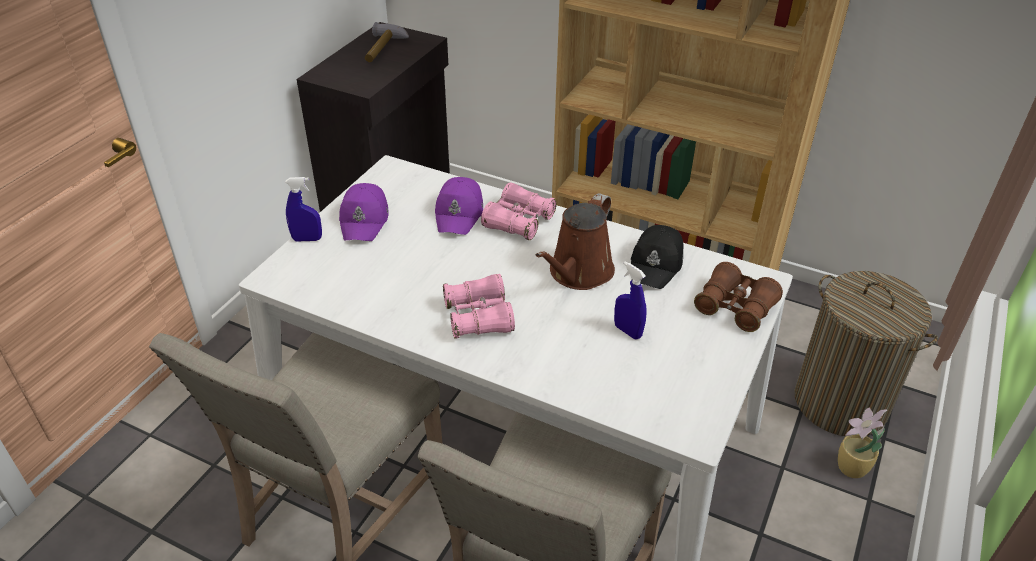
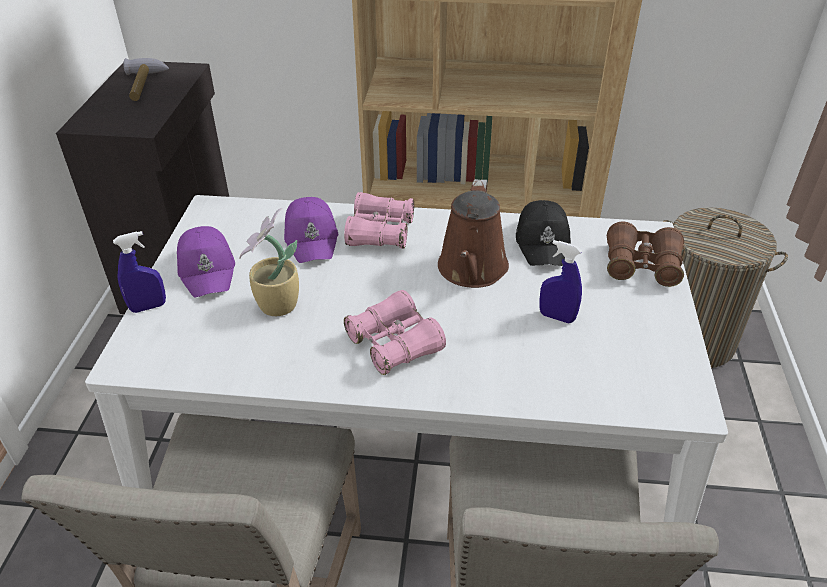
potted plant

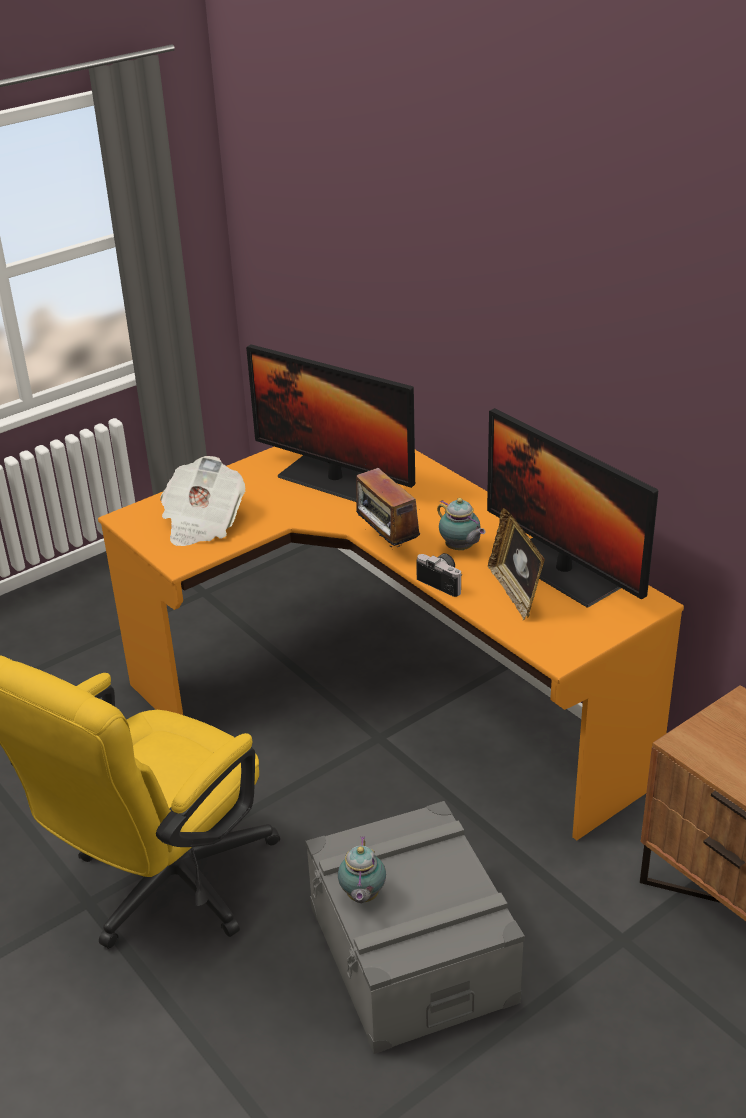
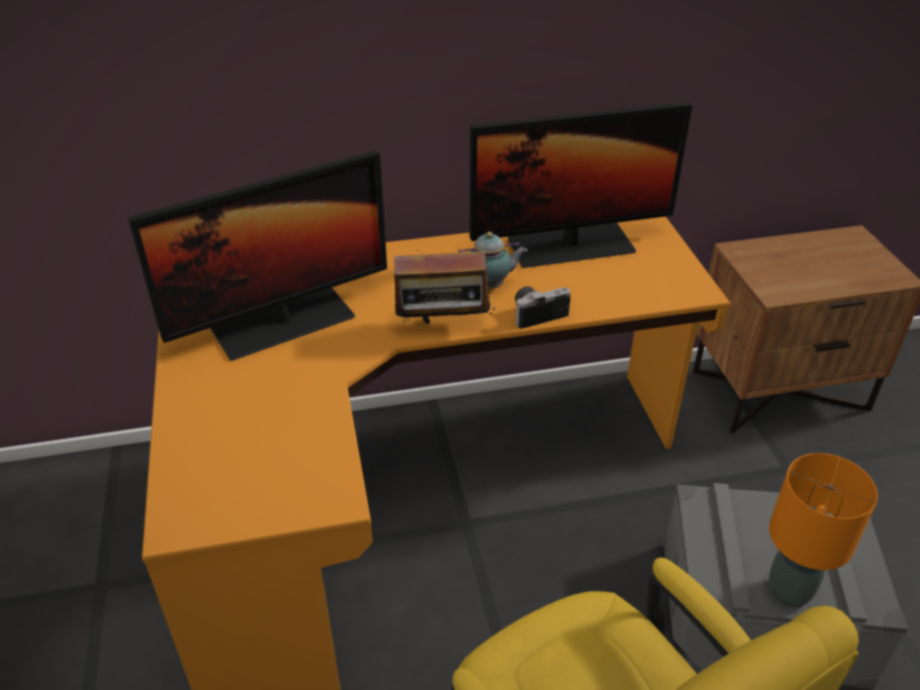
newspaper; orange table lamp; picture frame

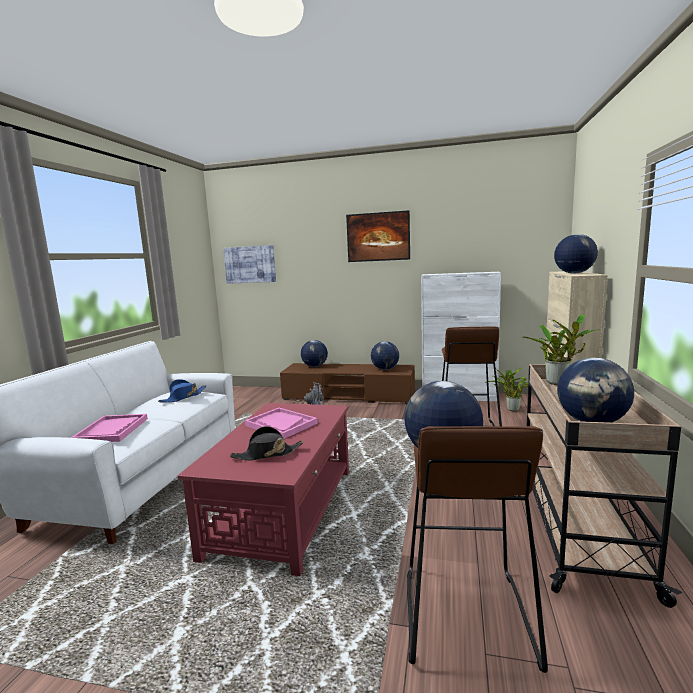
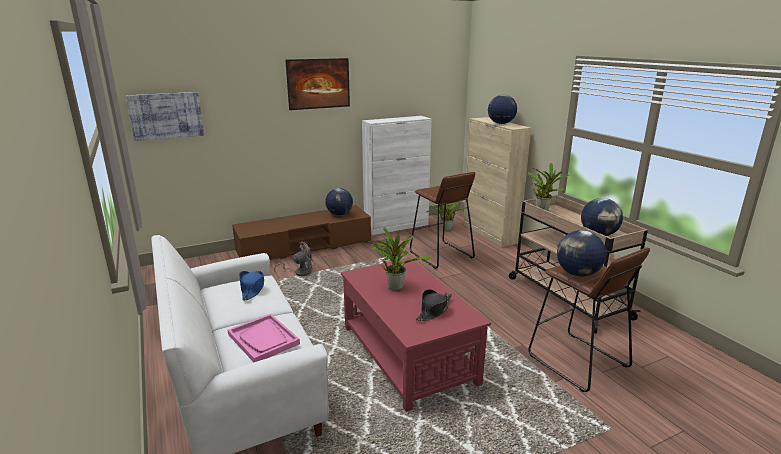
potted plant (no. 1 from left); globe (no. 1 from left in the first image)

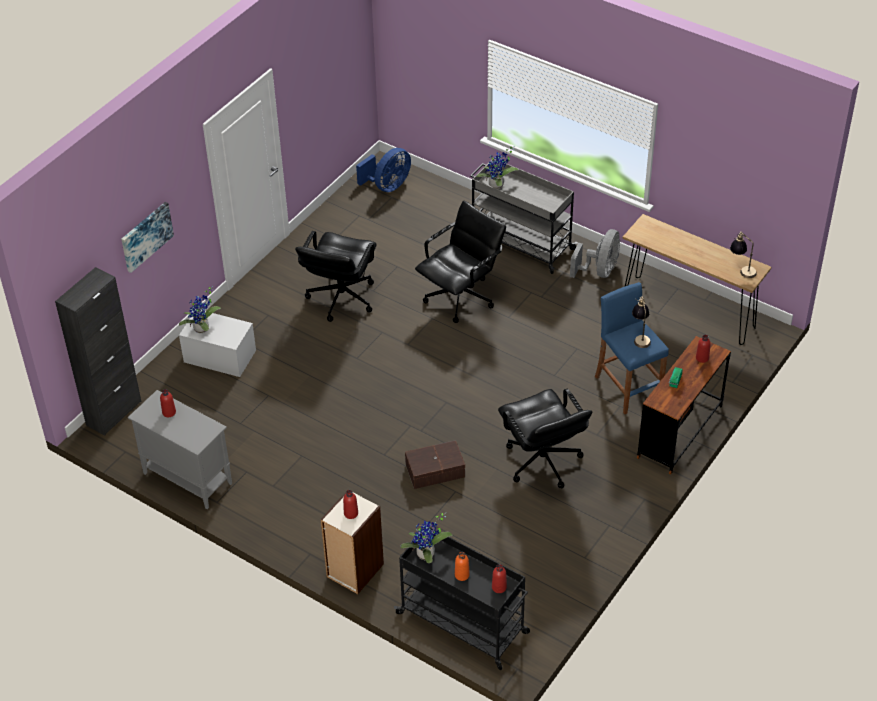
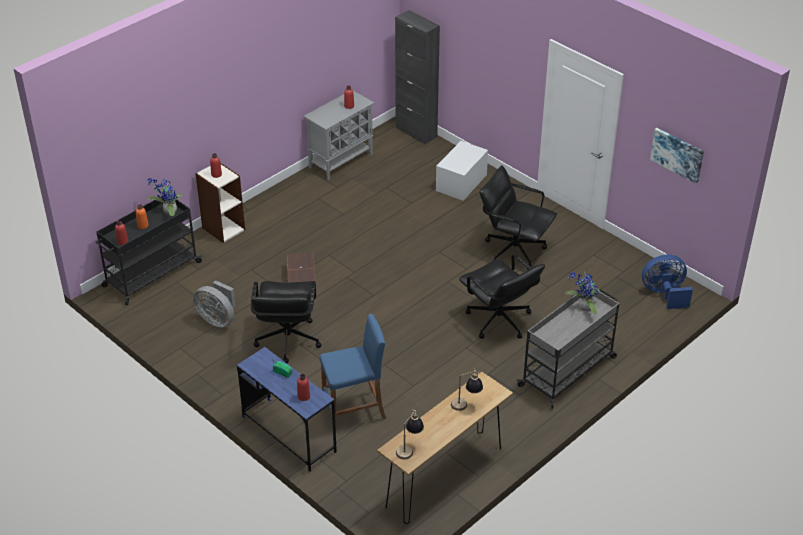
picture; potted plant (no. 1 from left in the first image); blue fan; black office chair (no. 1 from left); grey fan; table lamp (no. 2 from left); blue desk

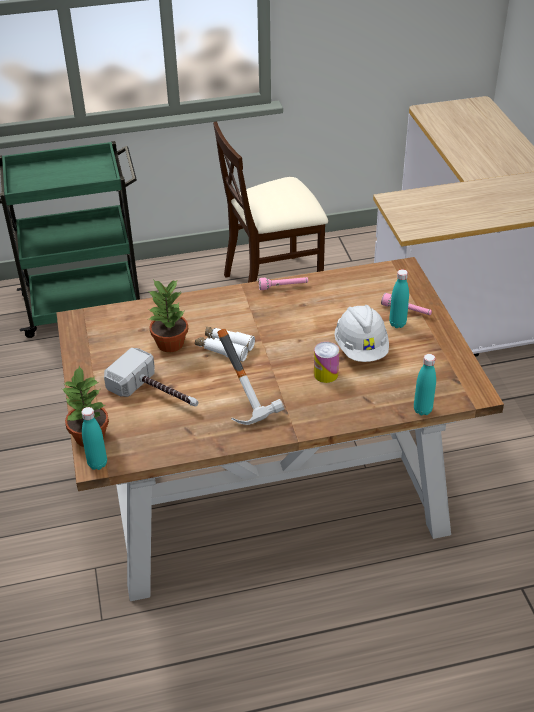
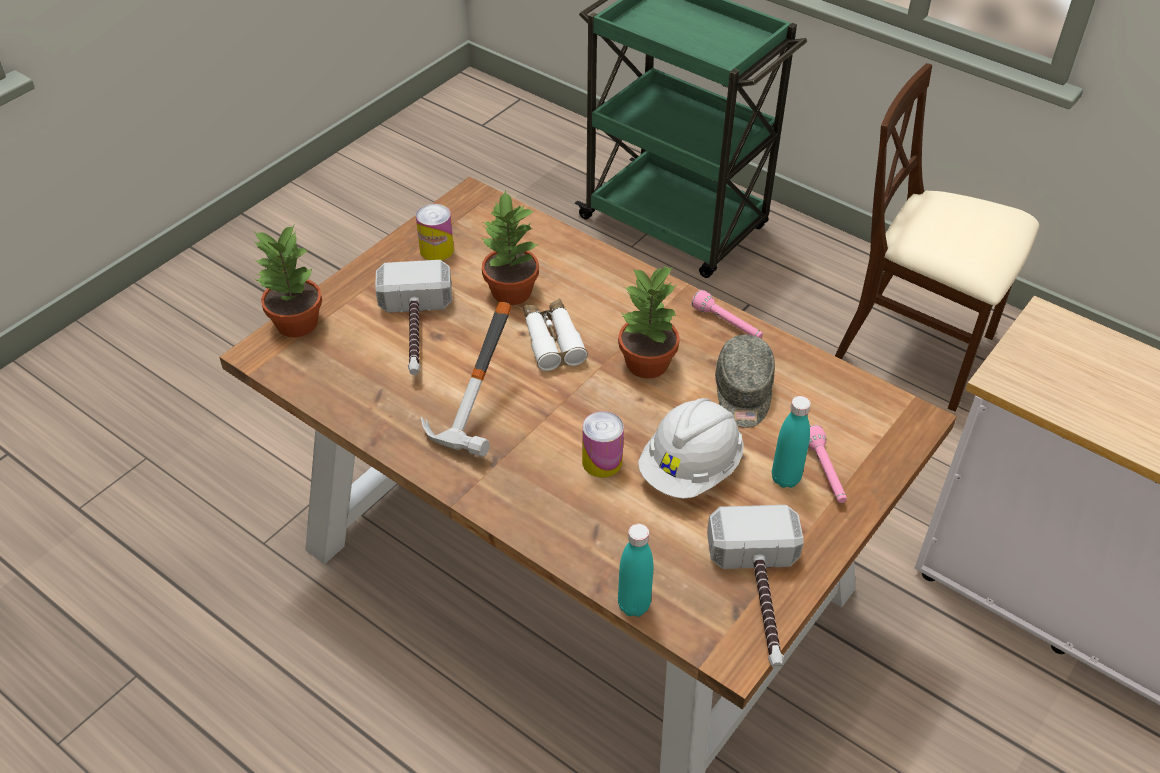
turquoise bottle (no. 1 from left in the first image); can (no. 1 from left); potted plant (no. 3 from left); hammer (no. 3 from left); grey cap

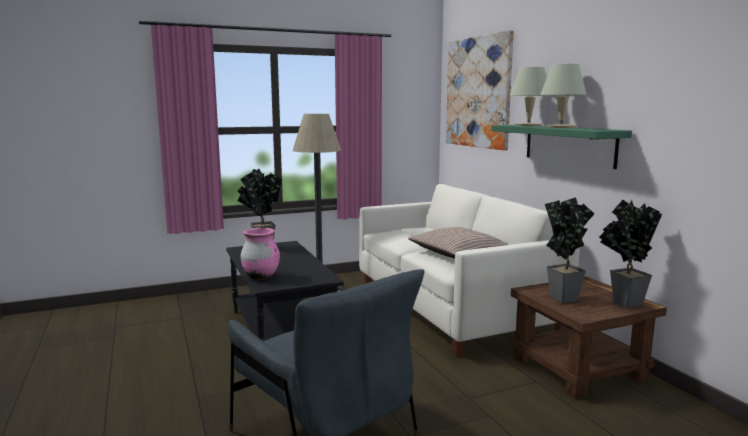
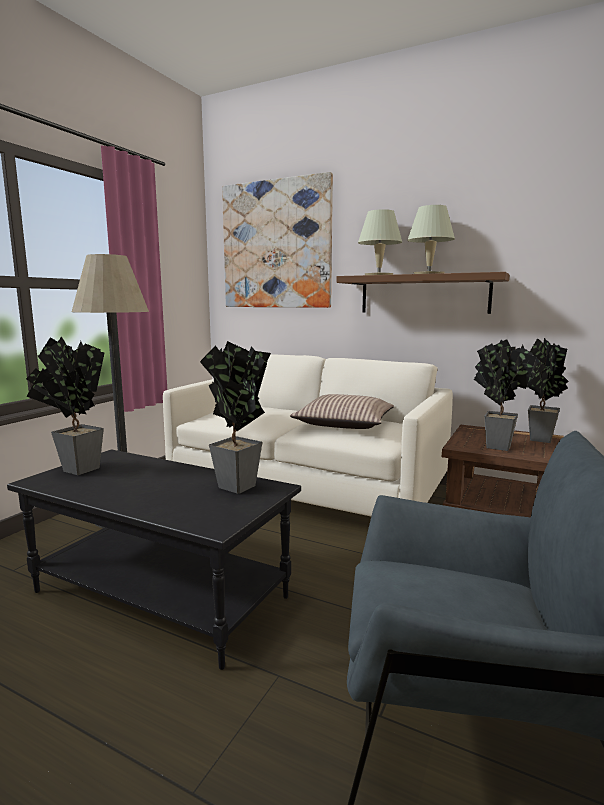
pink vase; brown shelf; potted plant (no. 2 from left)

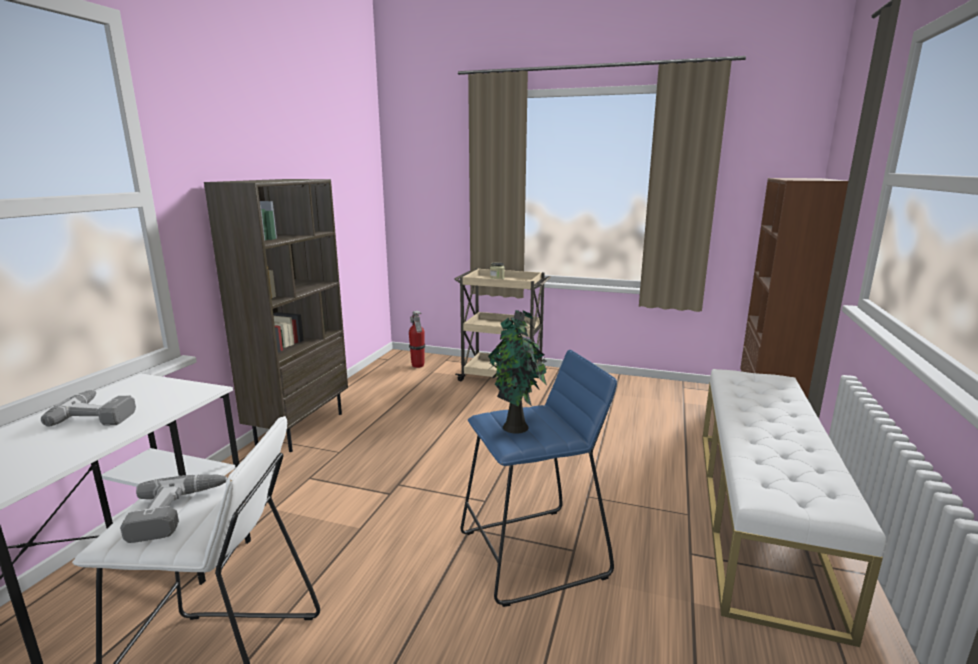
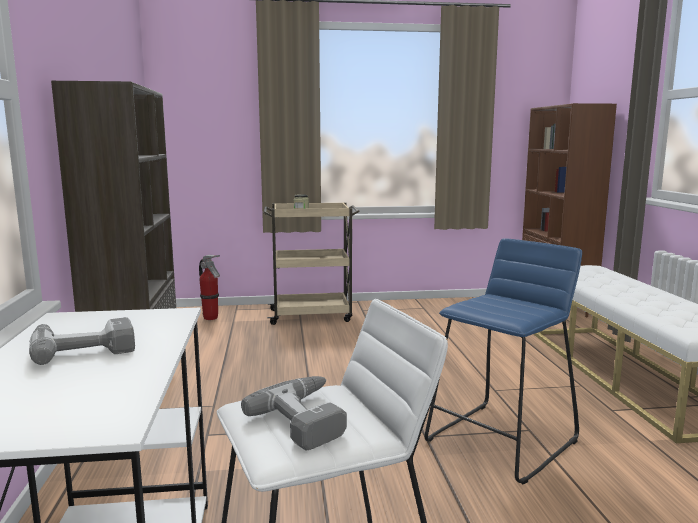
potted plant

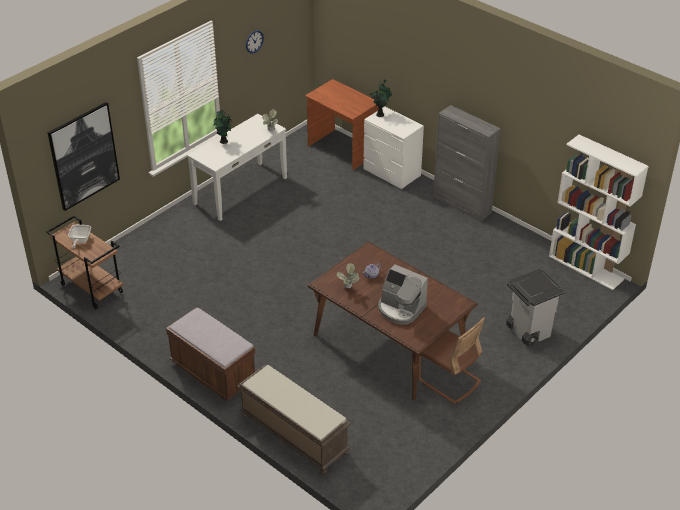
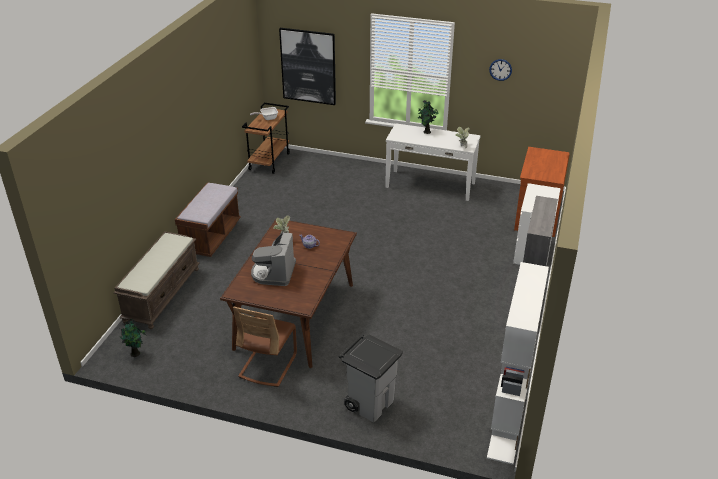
potted plant (no. 1 from left)

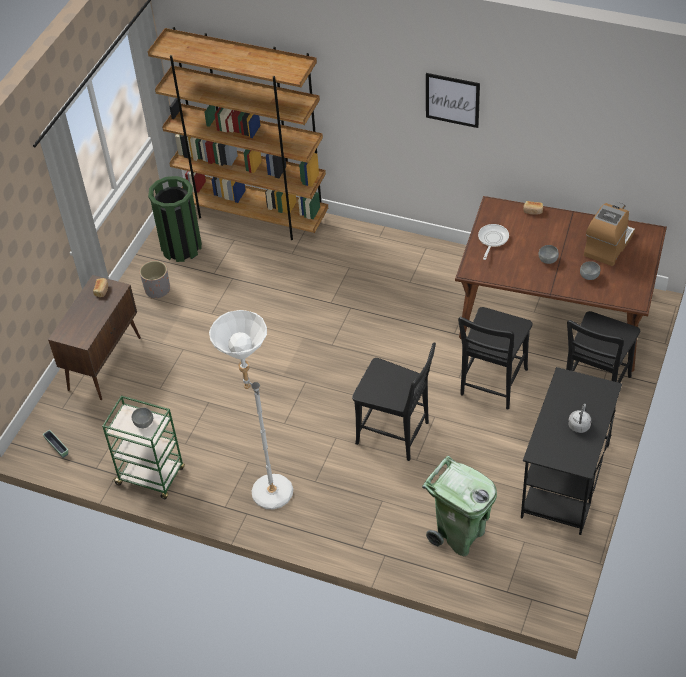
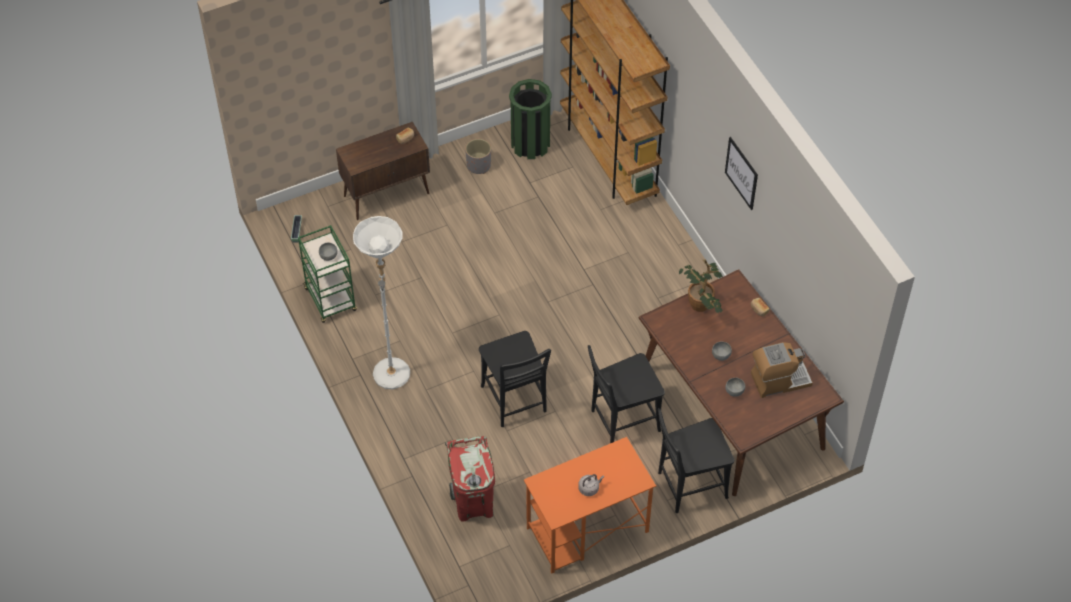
red trash can; potted plant; orange desk

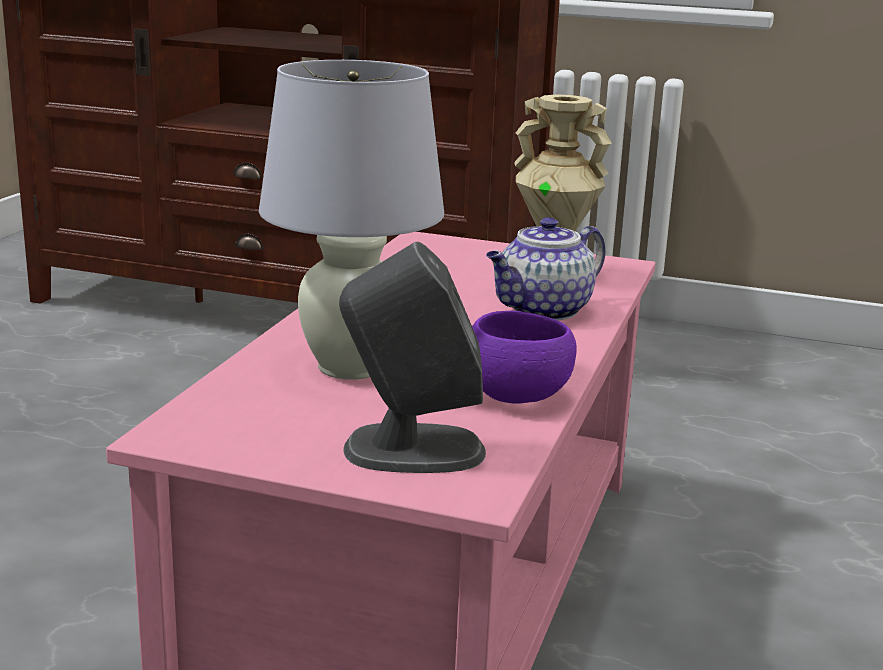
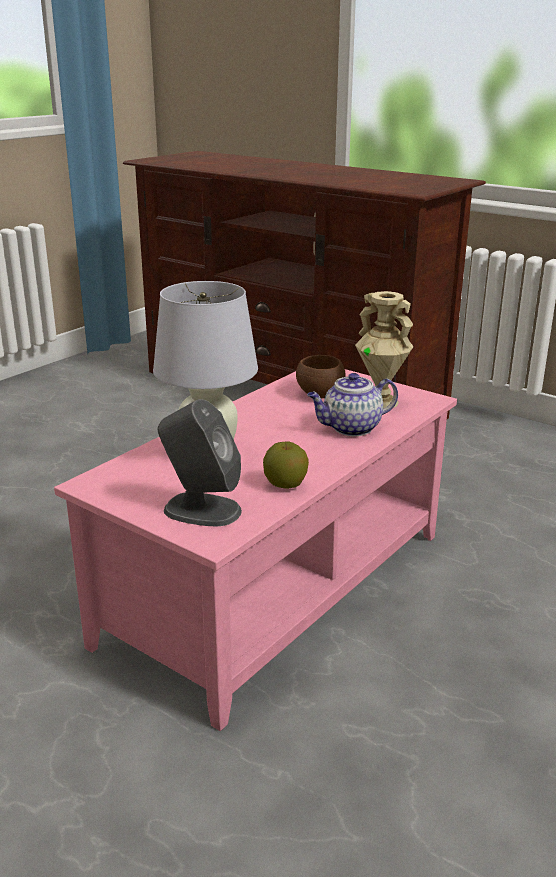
apple; brown bowl

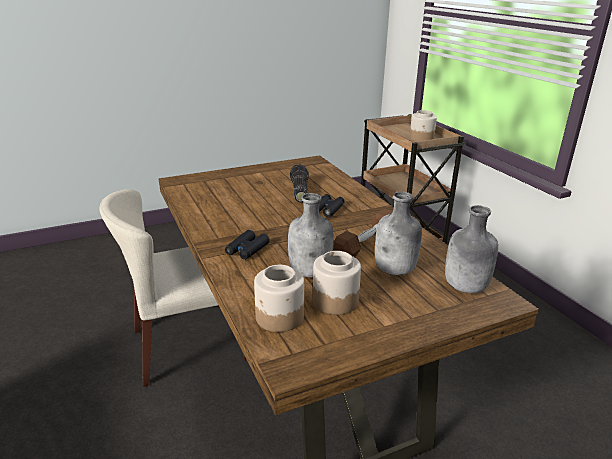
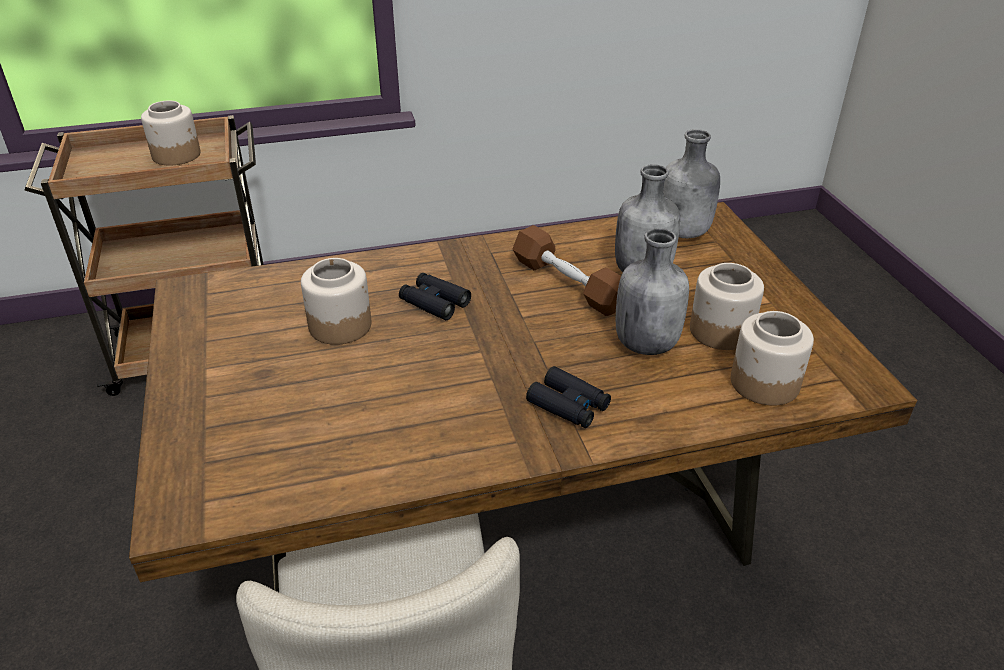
jar (no. 2 from left)

